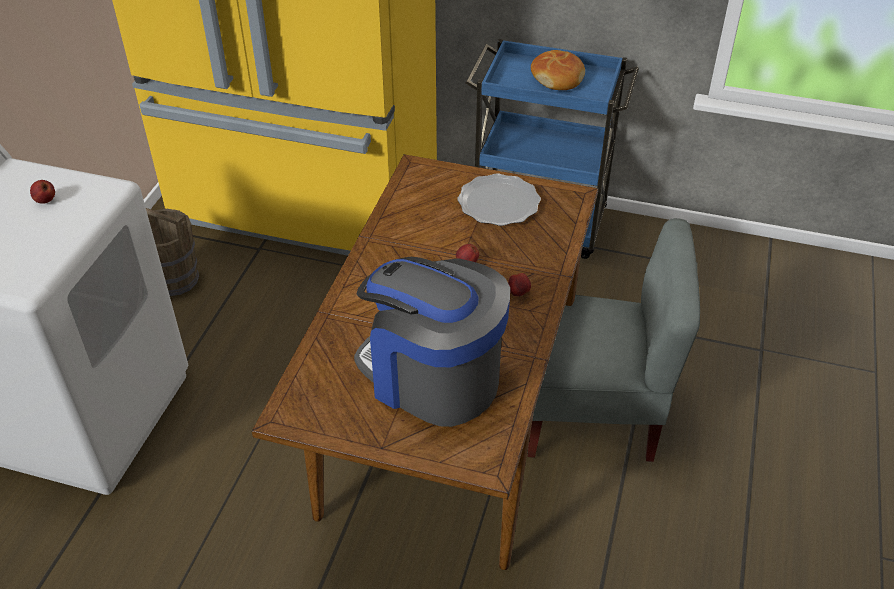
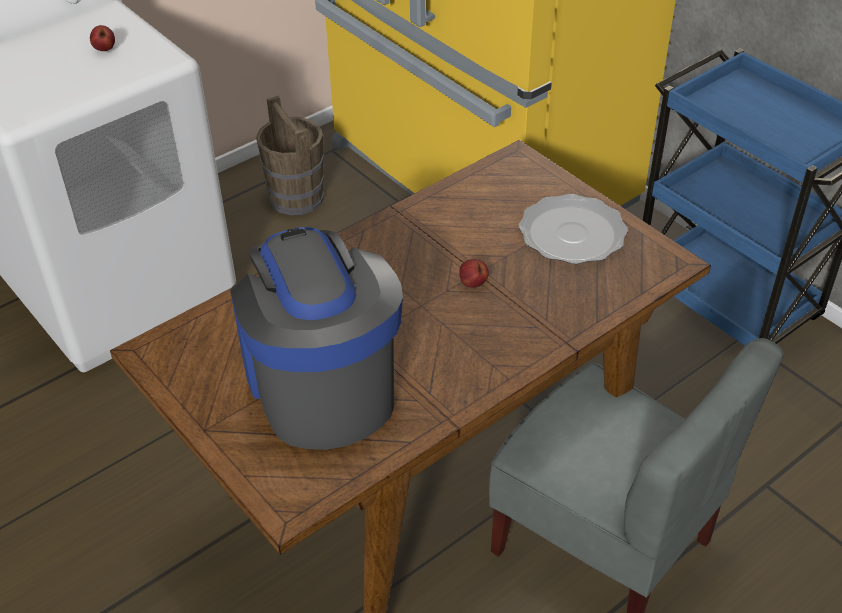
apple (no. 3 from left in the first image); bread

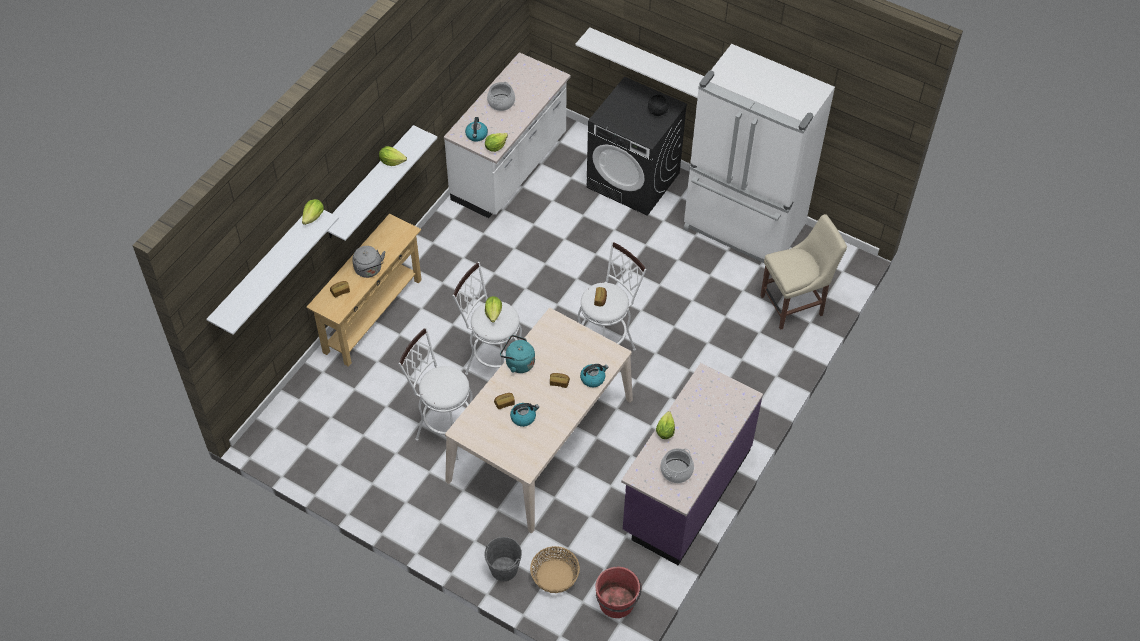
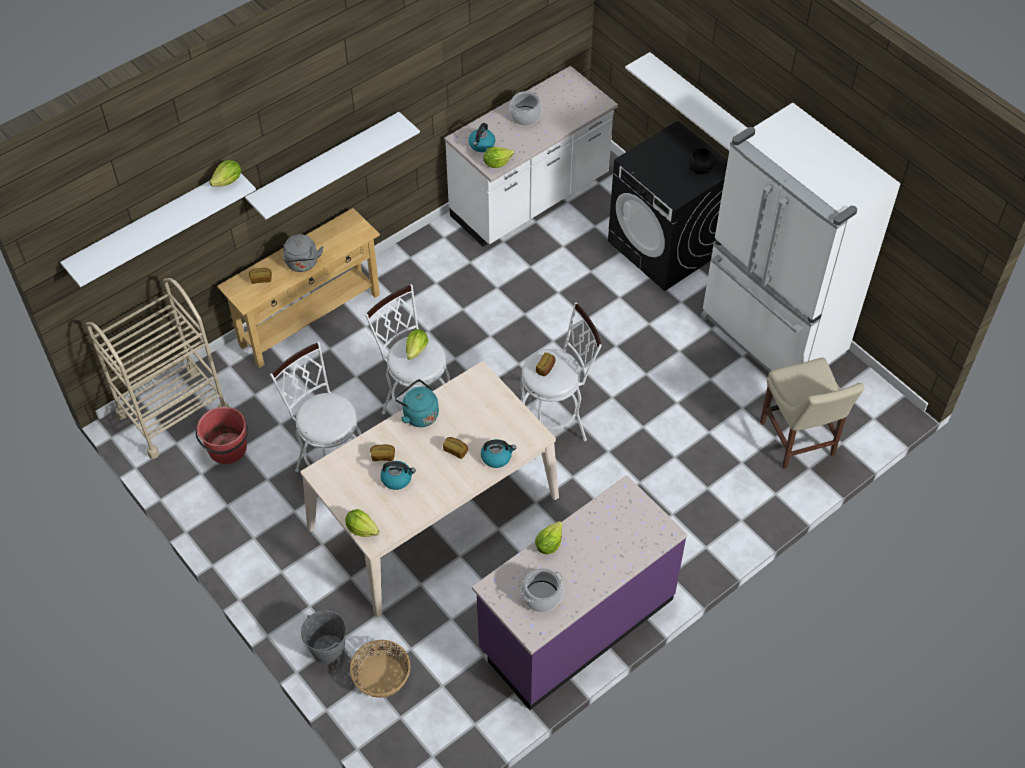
lettuce (no. 2 from left); red bucket; beige chair; beige cart

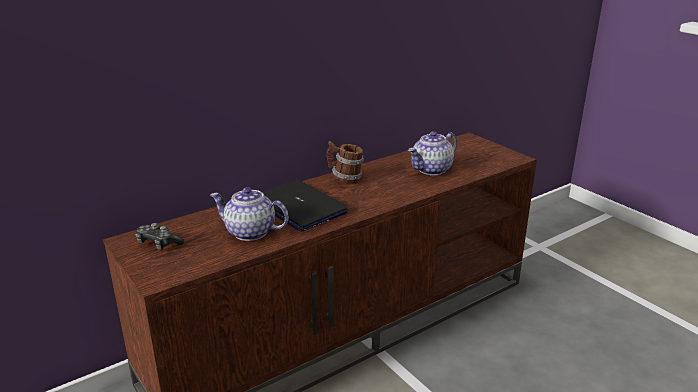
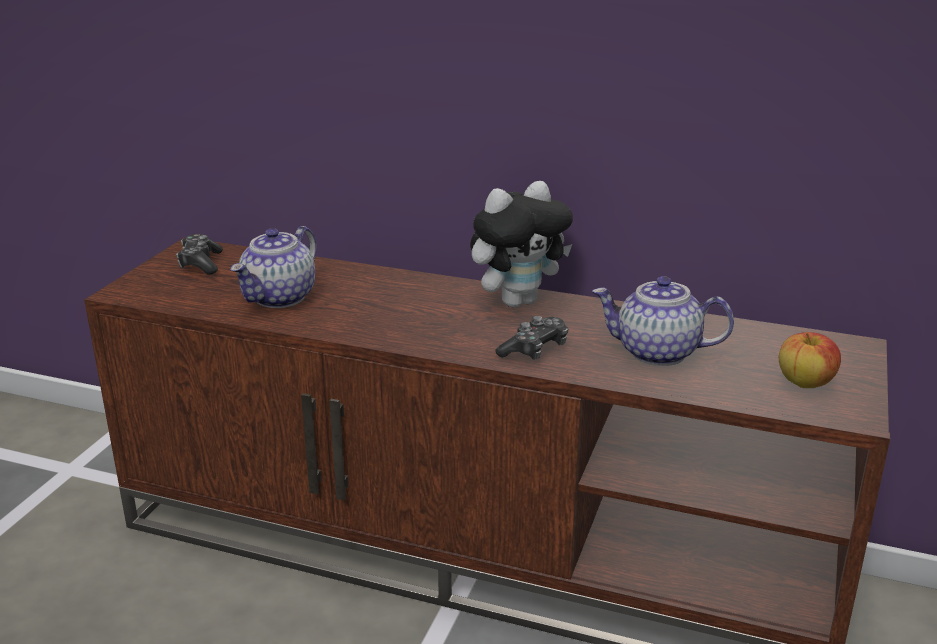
teapot (no. 1 from left); laptop; plush toy; game controller (no. 2 from left); apple

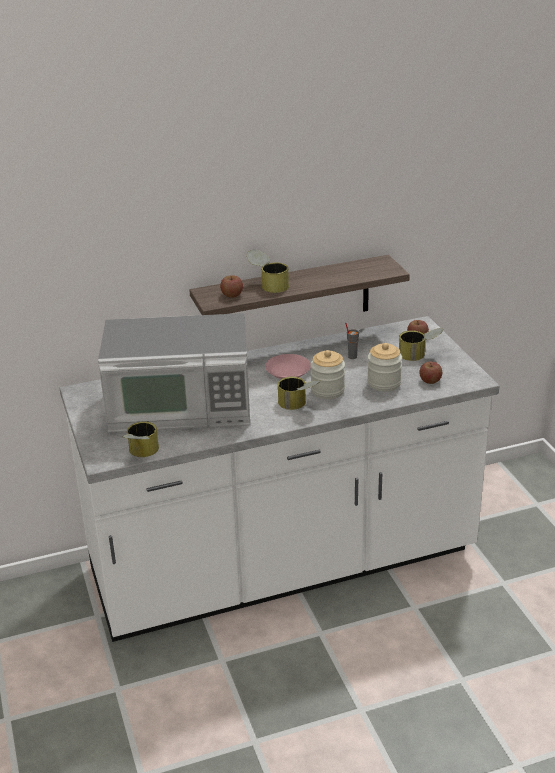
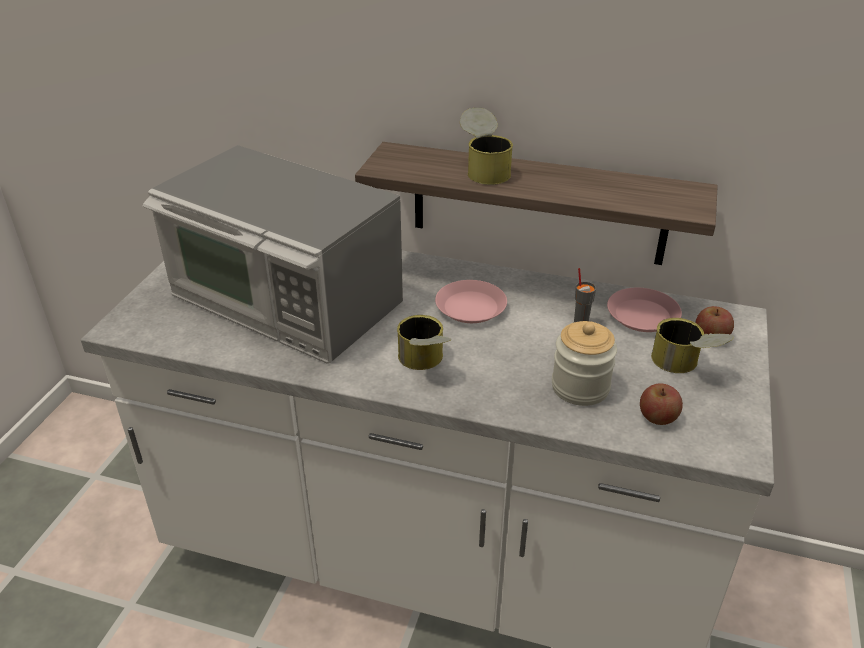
can (no. 1 from left in the first image); apple (no. 1 from left in the first image); jar (no. 1 from left in the first image); pink plate (no. 2 from left)

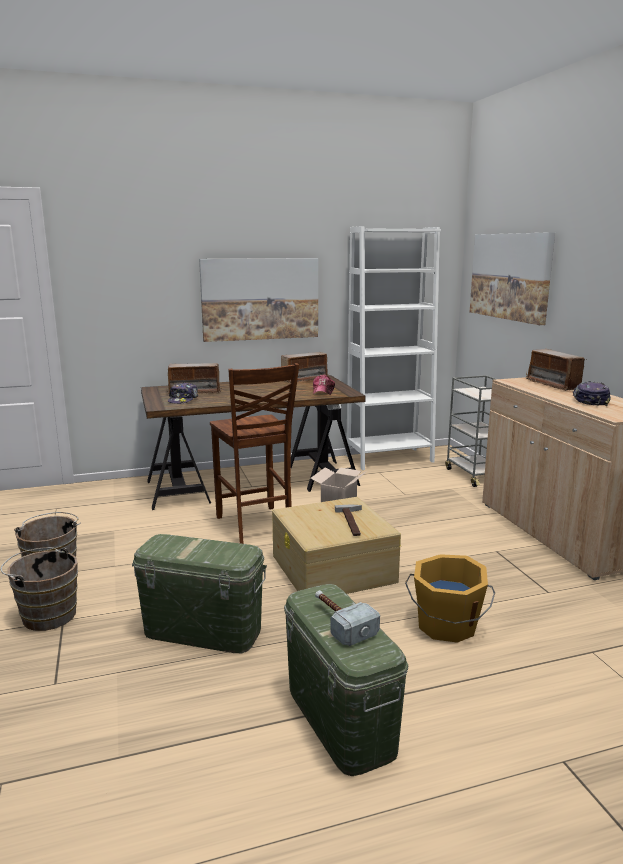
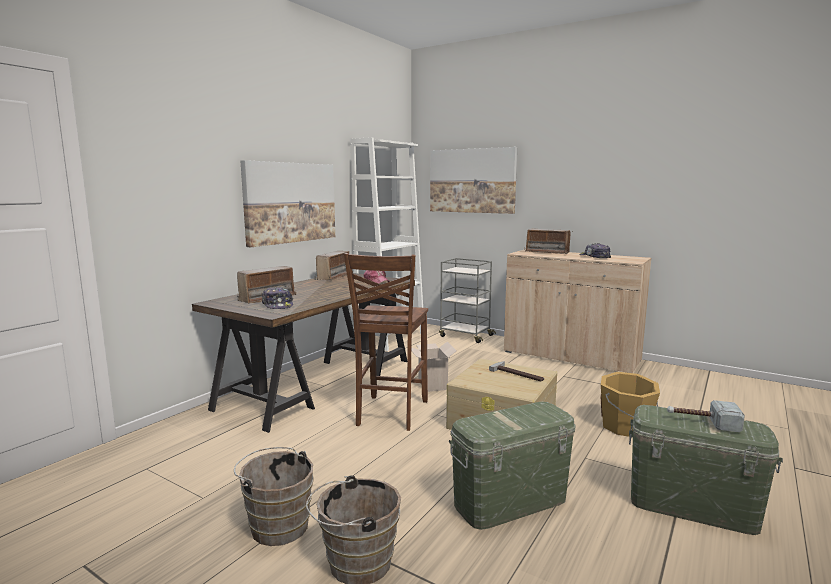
brown chair

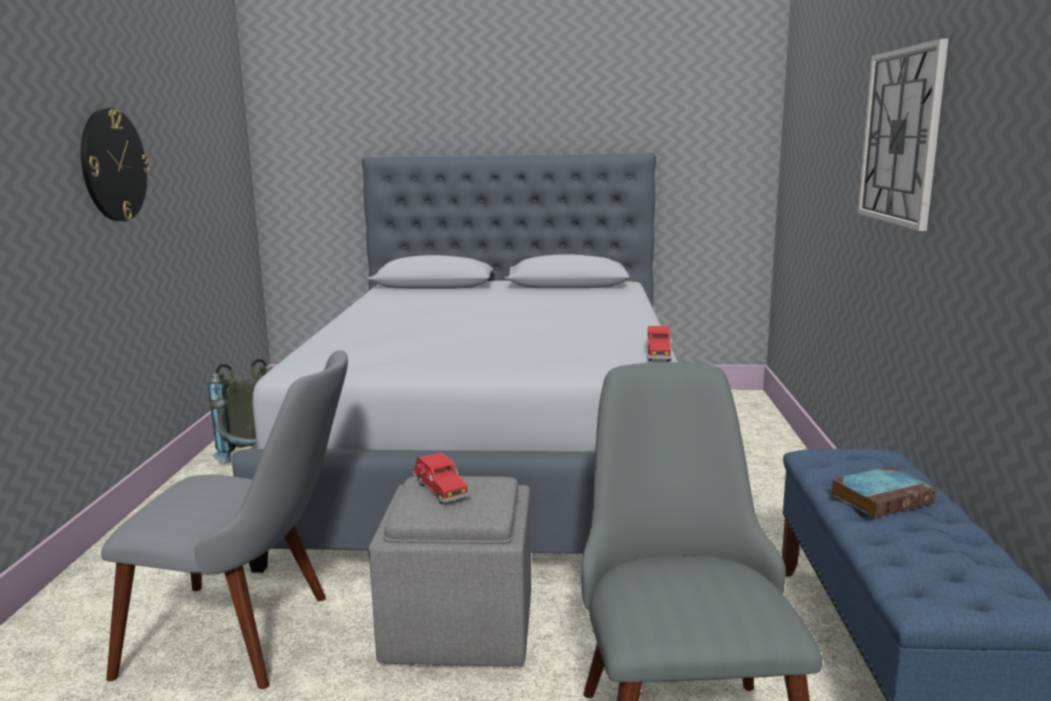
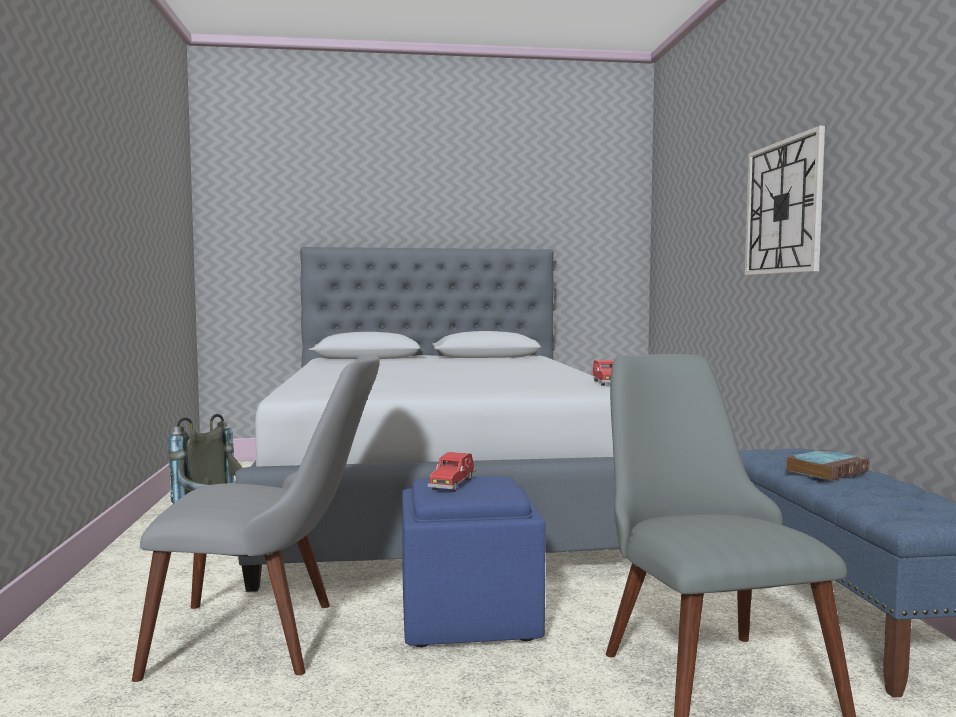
wall clock (no. 1 from left in the first image); blue ottoman; red toy car (no. 1 from left)

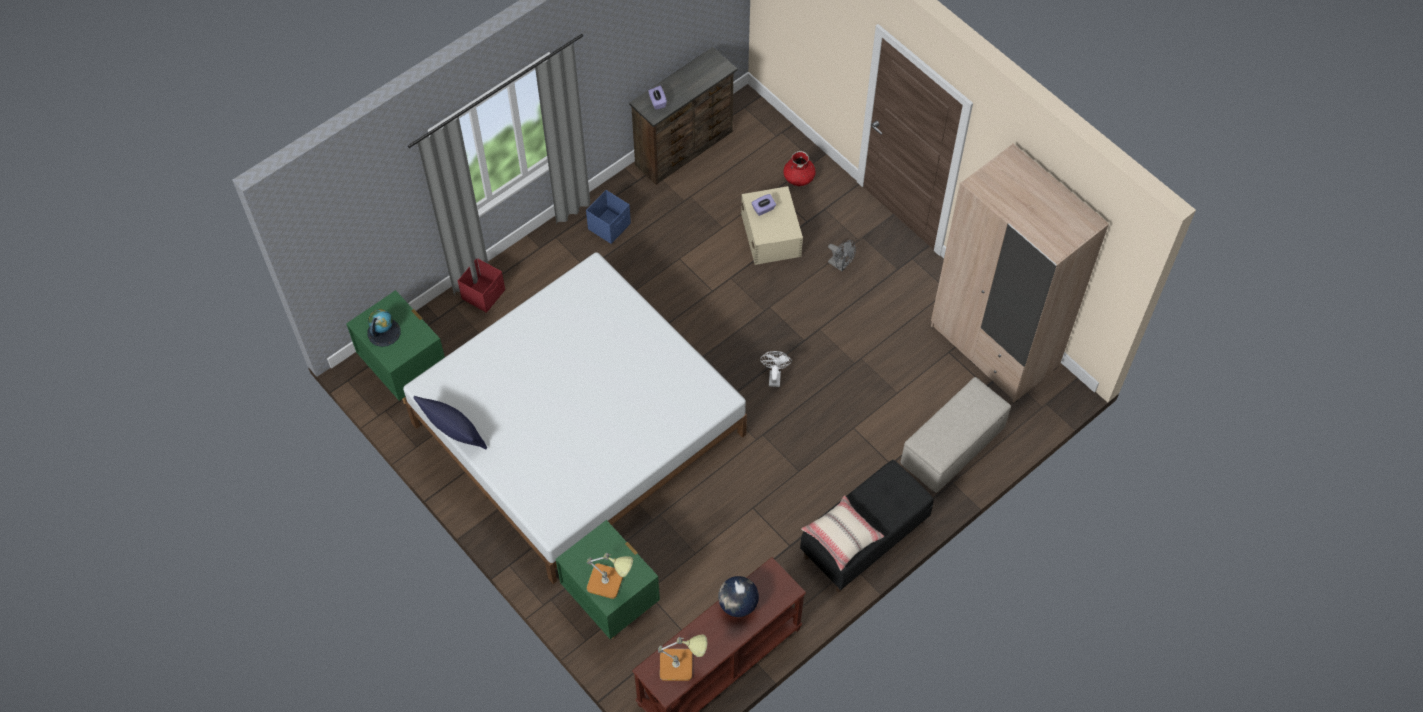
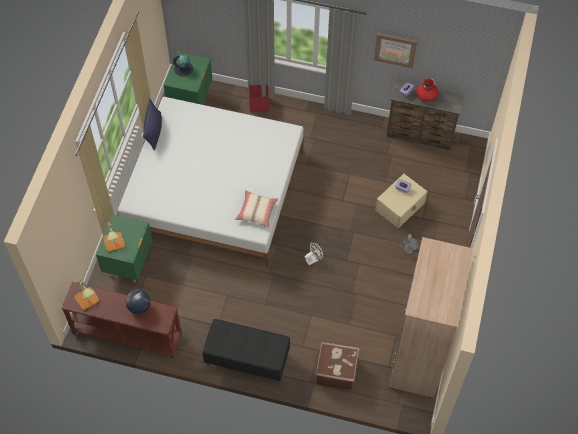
blue storage box; red vase; beige pillow; brown suitcase; picture

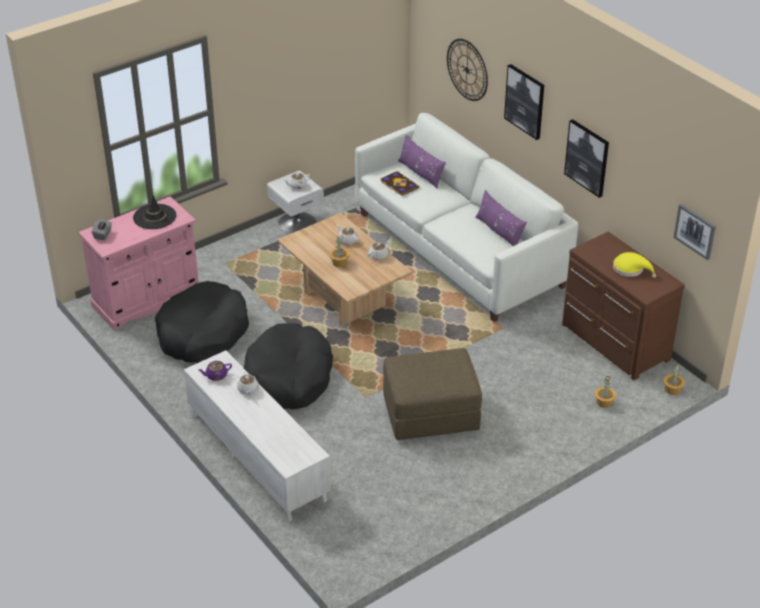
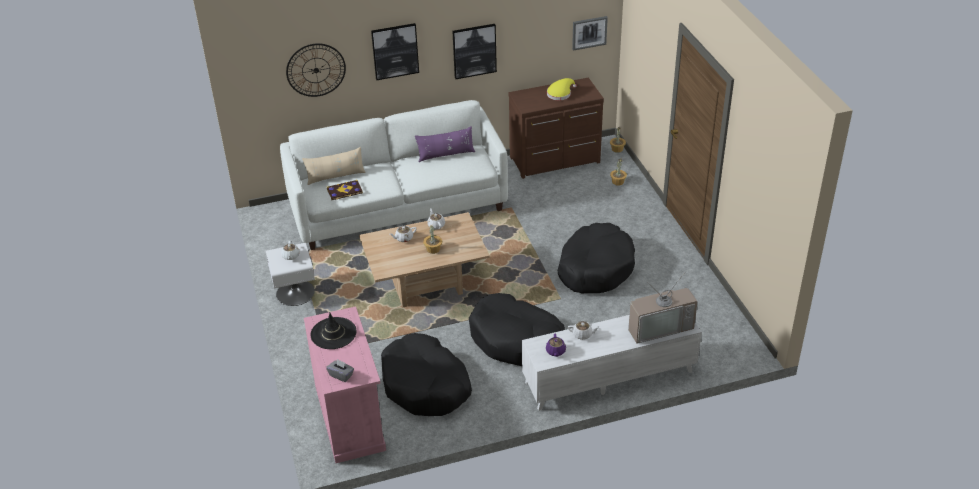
black dog bed (no. 3 from left); beige pillow; television

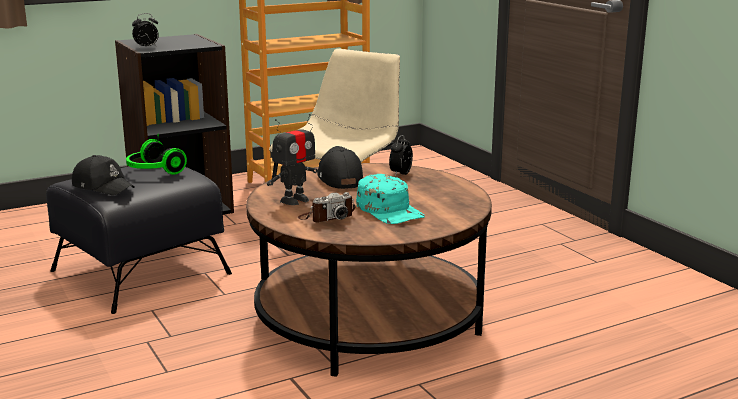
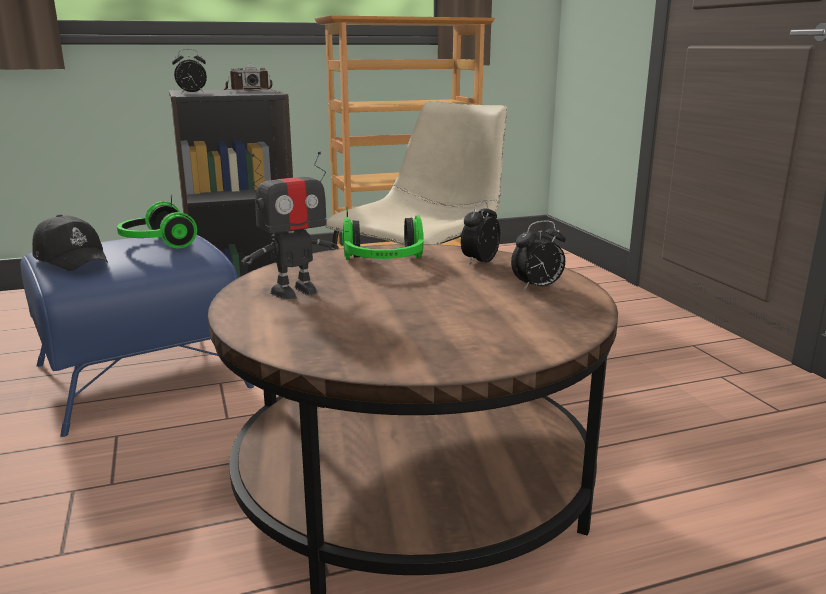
blue ottoman; photo camera; headphones (no. 2 from left); turquoise cap; alarm clock (no. 3 from left)

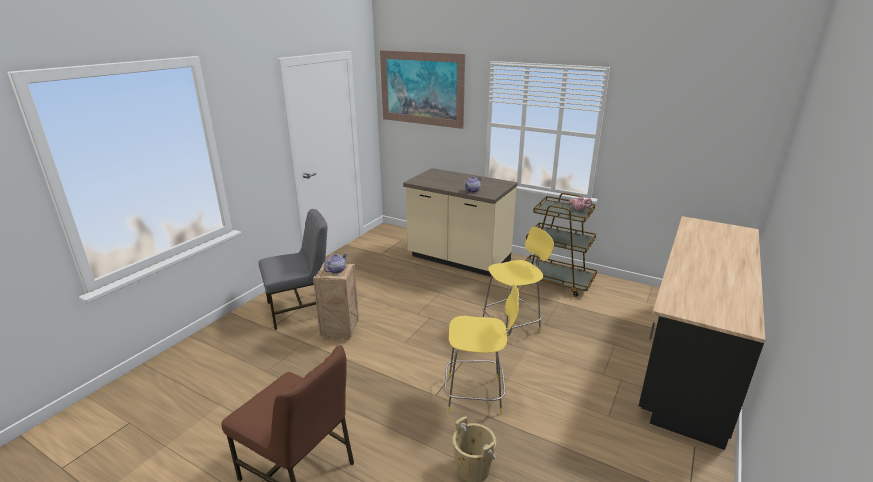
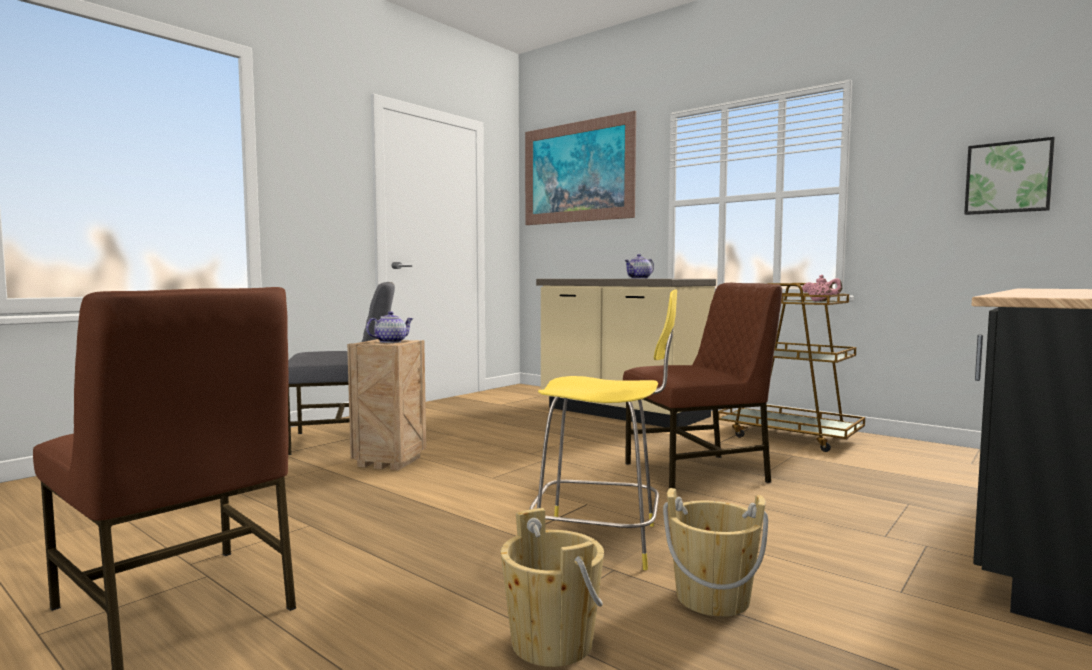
brown chair (no. 2 from left); beige bucket (no. 2 from left); picture (no. 2 from left)

